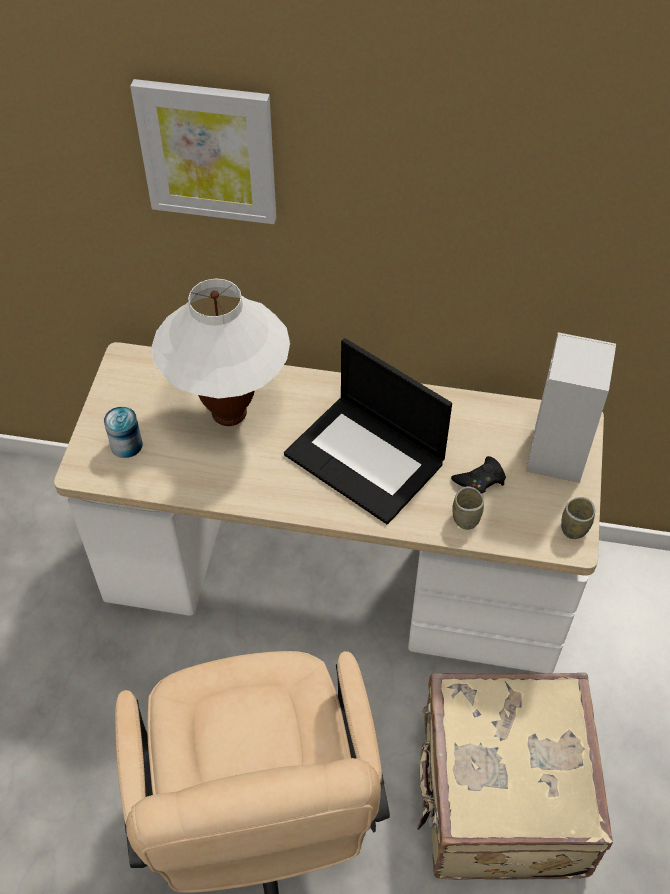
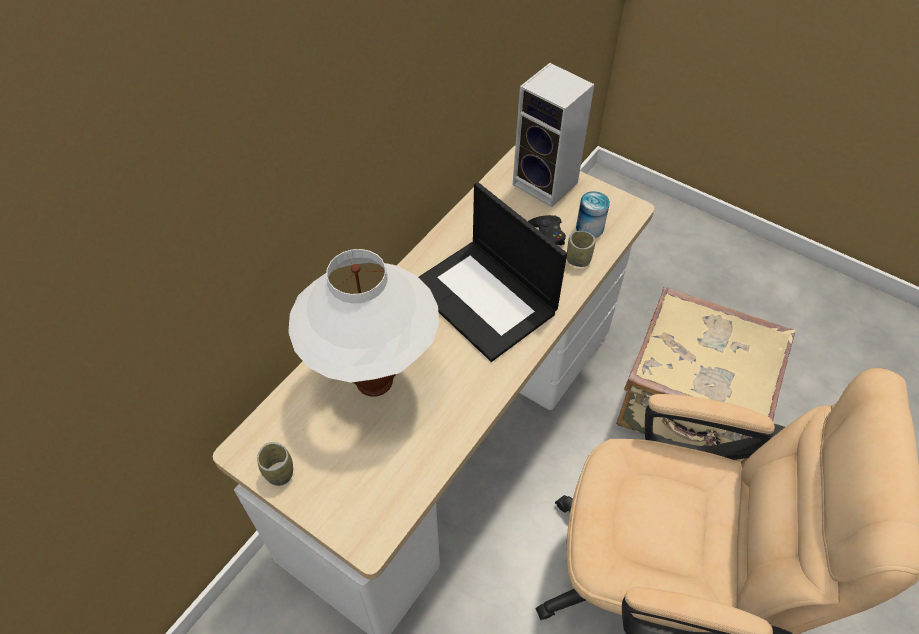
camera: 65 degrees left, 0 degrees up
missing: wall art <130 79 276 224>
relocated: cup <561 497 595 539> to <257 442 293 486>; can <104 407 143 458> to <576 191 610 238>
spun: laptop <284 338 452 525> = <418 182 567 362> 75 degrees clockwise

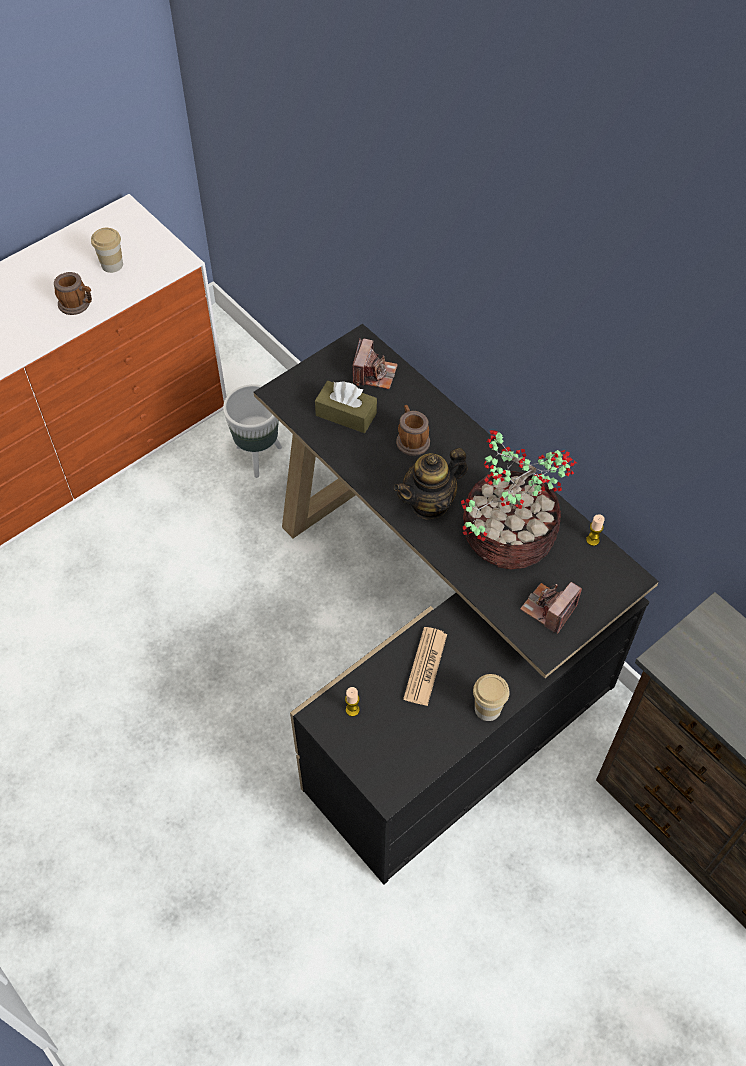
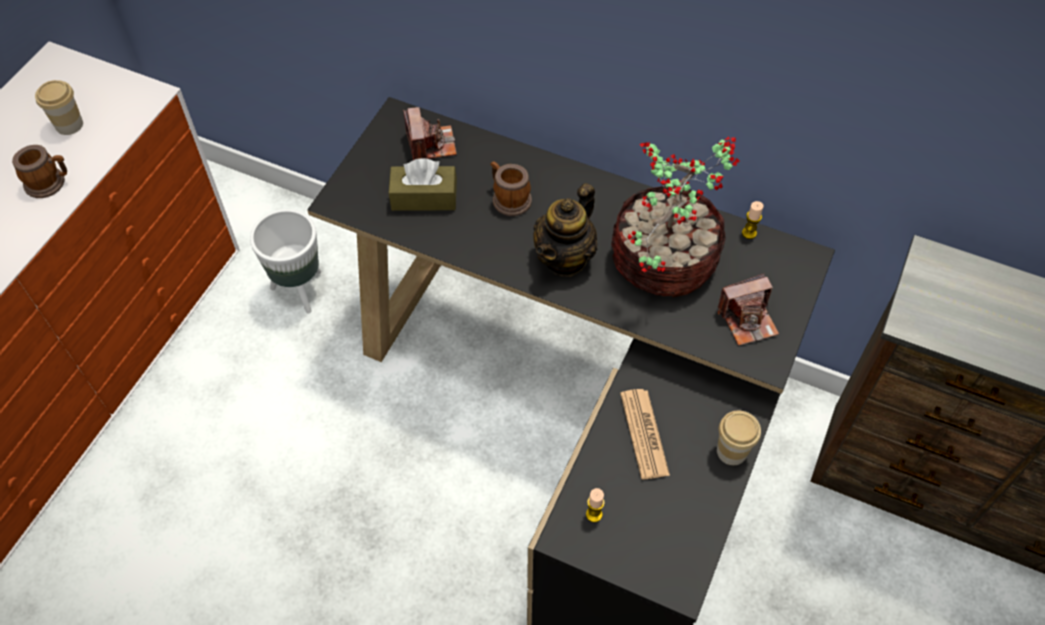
camera: 25 degrees left, 0 degrees up
spun: photo camera <520 582 582 634> = <718 274 779 346> 120 degrees counterclockwise

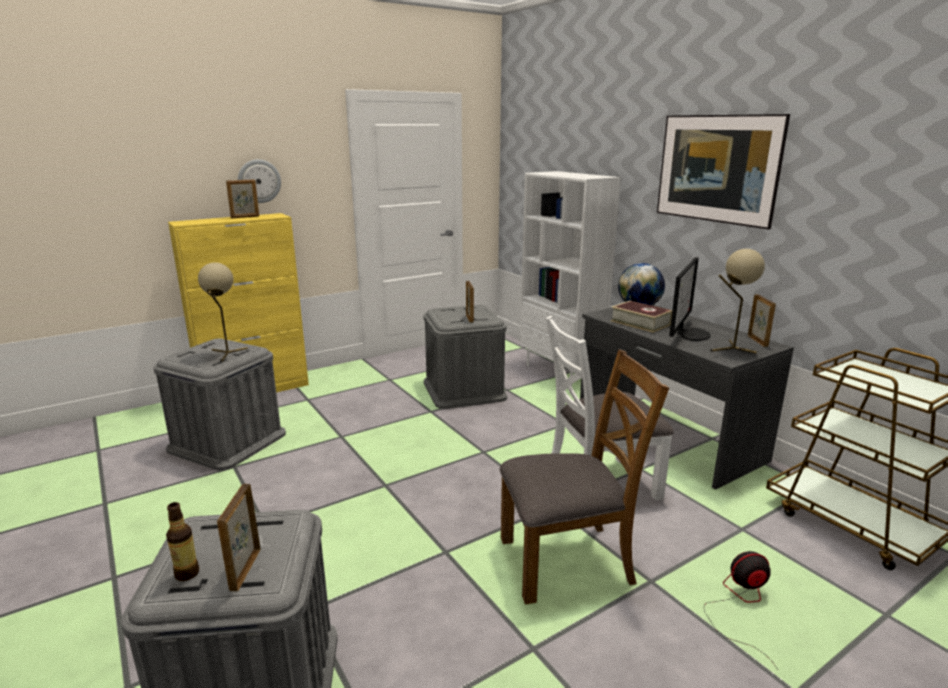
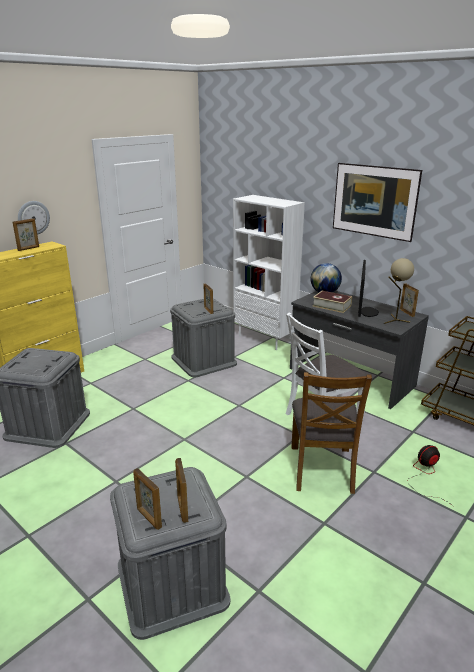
camera: 15 degrees left, 5 degrees up
missing: sand-coloured table lamp <198 262 248 362>
exchanged: drink bottle <166 502 199 581> to photo frame <133 468 162 530>
spun: brown chair <500 349 669 604> = <291 372 372 494> 120 degrees clockwise

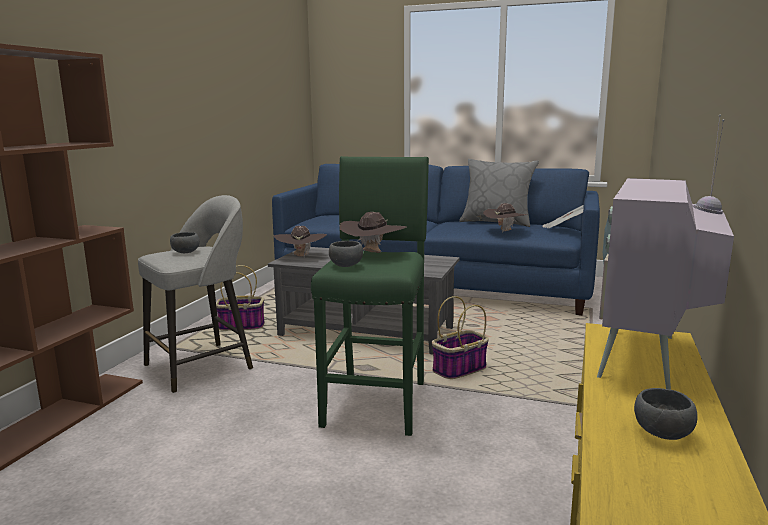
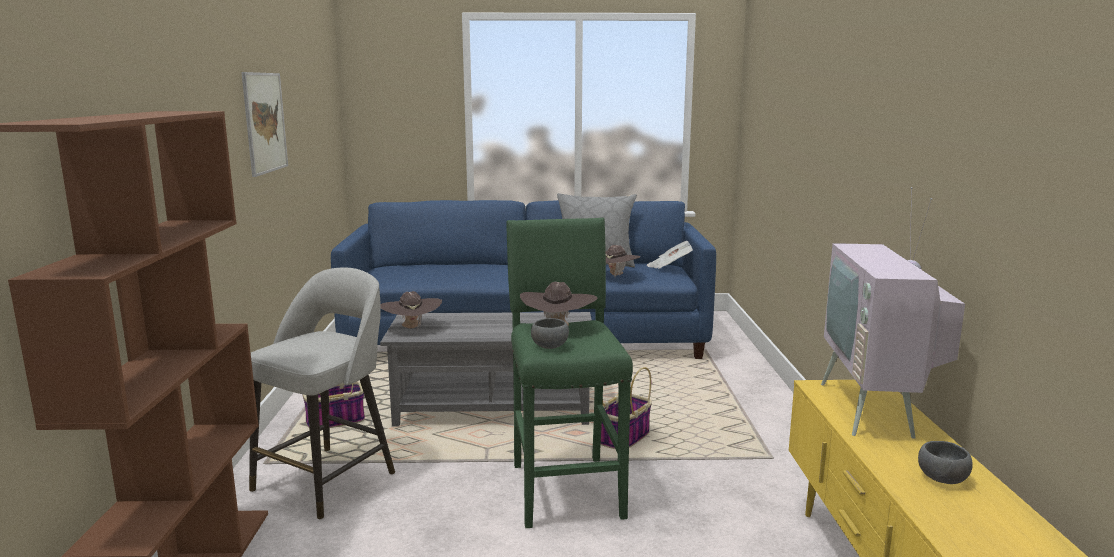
camera: 20 degrees left, 0 degrees up
missing: greyish deep dish <170 232 200 253>
appeared: wall art <241 72 288 177>

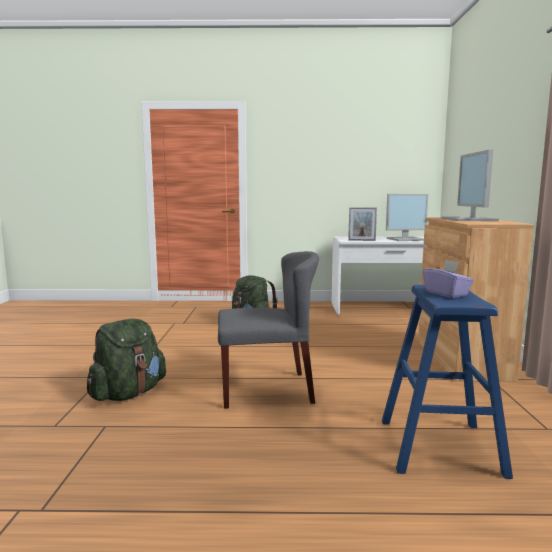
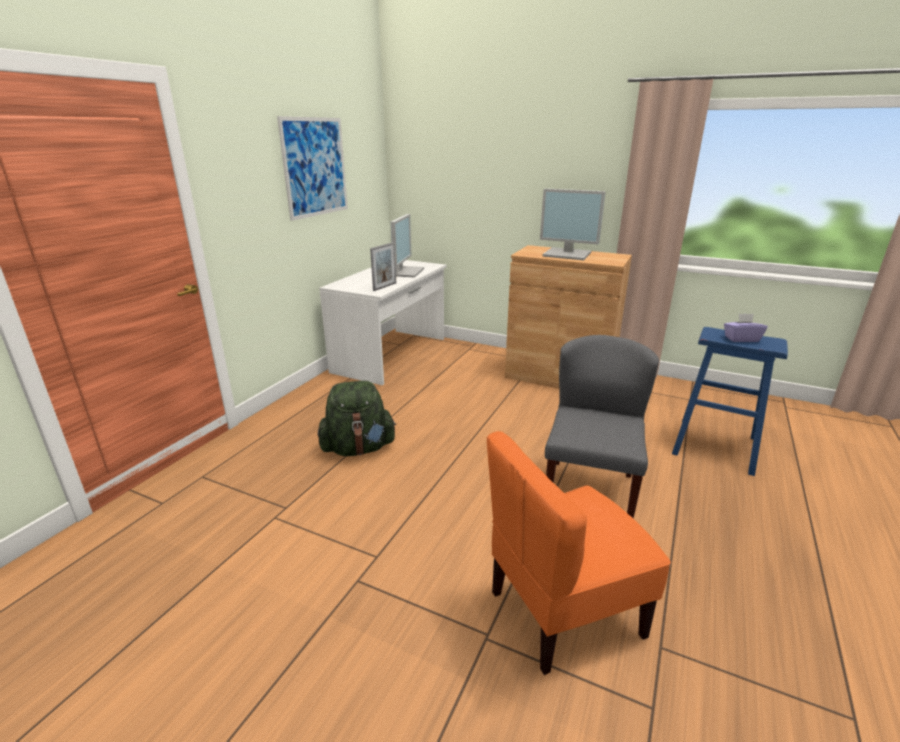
camera: 65 degrees left, 15 degrees up
appeared: wall art <277 116 348 221>
exchanged: green rucksack <87 319 166 401> to orange chair <487 431 671 675>

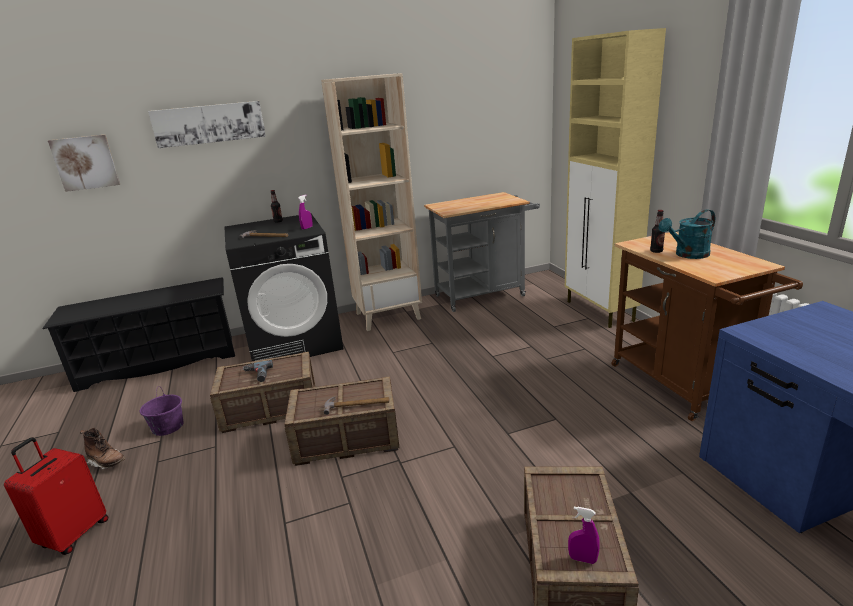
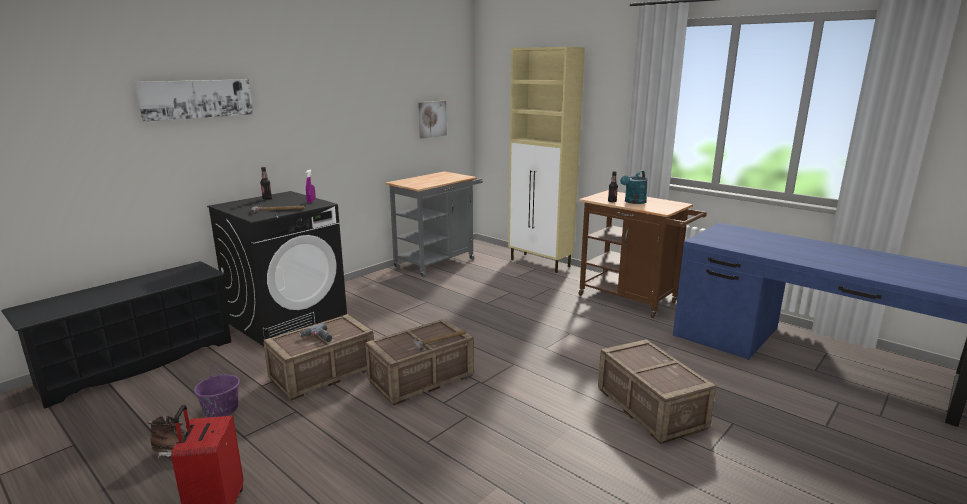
camera: 30 degrees left, 5 degrees down
missing: sand-coloured bookcase <321 73 422 331>; purple hand sprayer <568 507 600 564>
relocated: wall art <48 135 120 192> to <418 101 447 139>

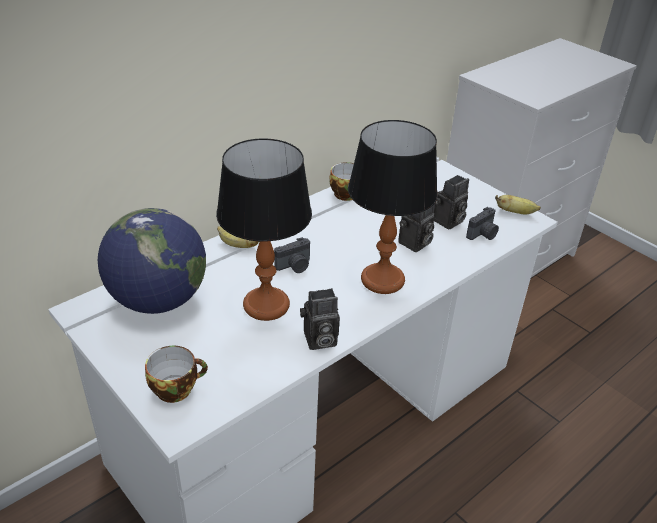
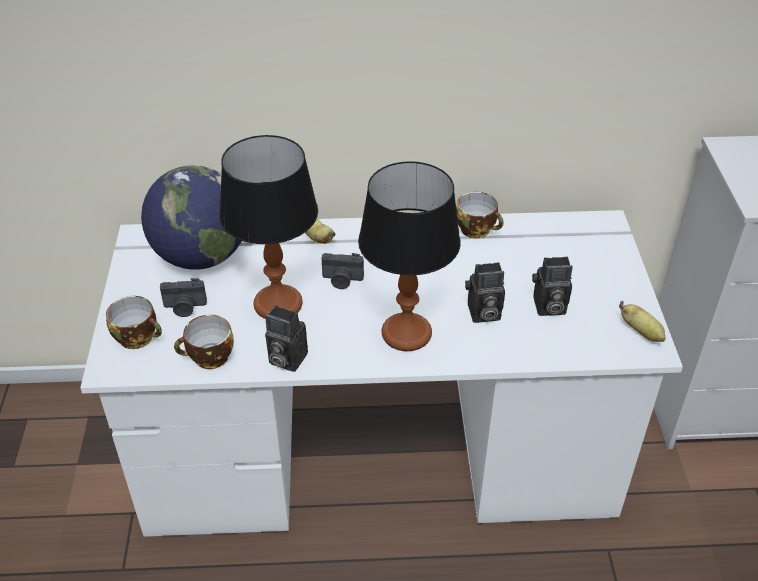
camera: 40 degrees right, 5 degrees up
appeared: cup <174 315 234 369>
relocated: photo camera <466 207 499 240> to <160 278 207 317>

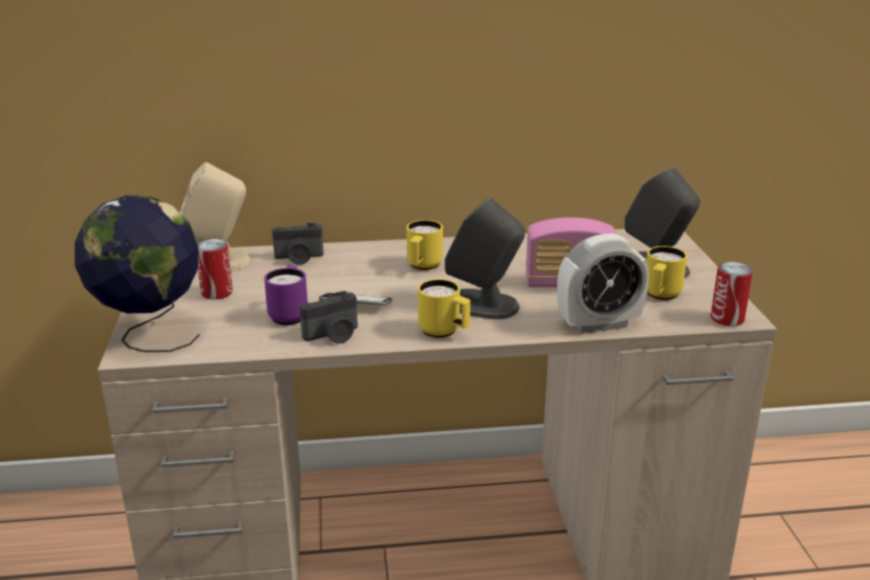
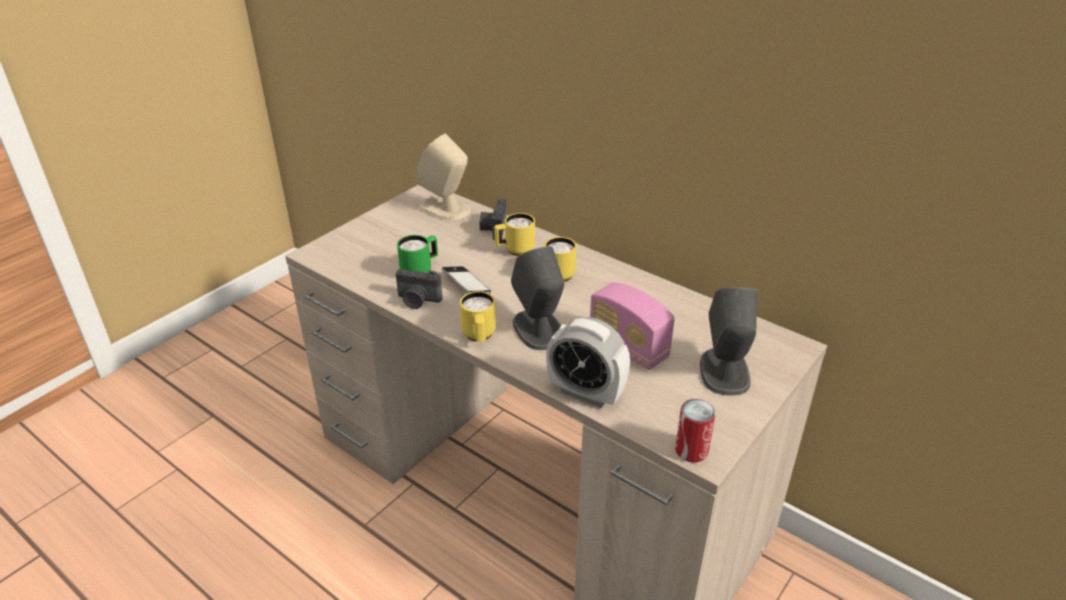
camera: 45 degrees right, 10 degrees up
missing: desk globe <75 195 200 352>; can <198 239 233 300>
relocated: yellow mug <646 246 687 300> to <494 213 535 256>
colour: purple mug <264 265 308 325> to green mug <397 235 438 273>
spun: photo camera <272 223 324 265> = <480 199 506 240> 60 degrees clockwise

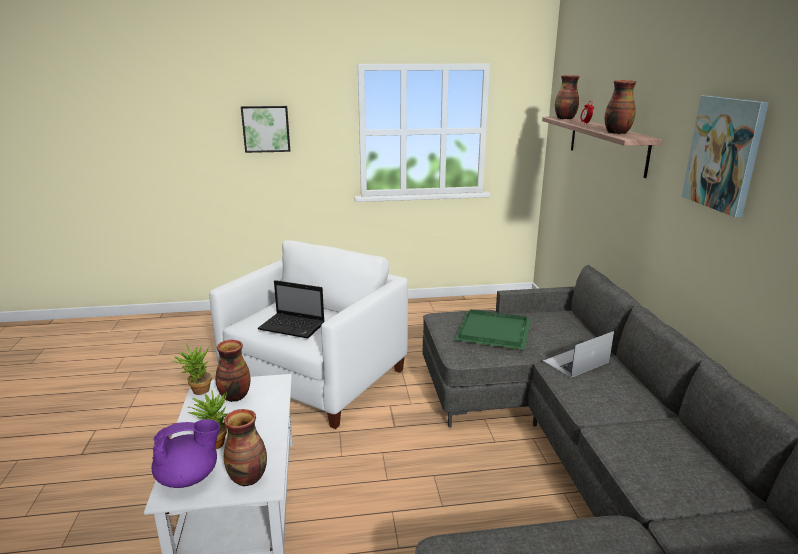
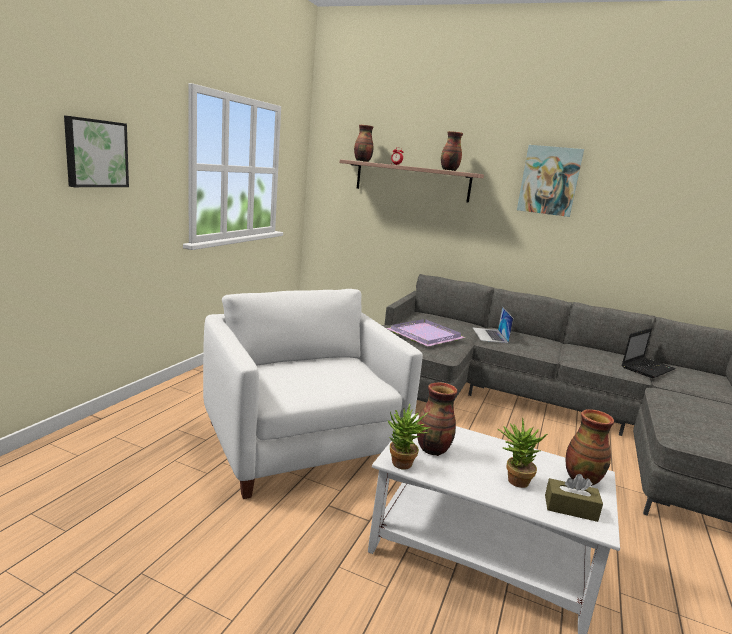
camera: 60 degrees left, 5 degrees down
relocated: laptop <258 280 325 338> to <622 328 676 378>
exchanged: purple teapot <152 419 220 488> to brown box of tissues <545 474 603 522>
colour: green tray <454 310 531 350> to purple tray <386 319 466 346>

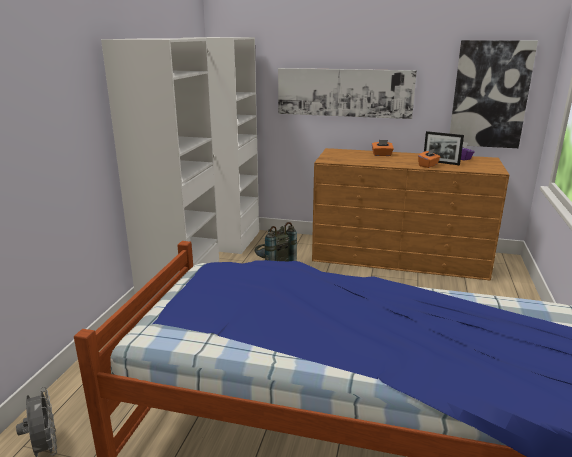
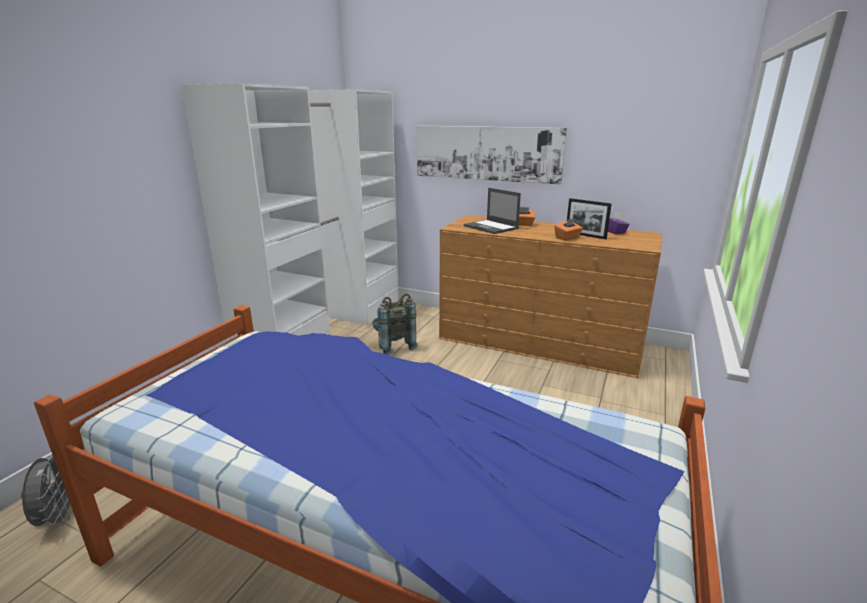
camera: 10 degrees right, 0 degrees up
missing: wall art <450 40 538 148>
appeared: laptop <464 188 521 234>

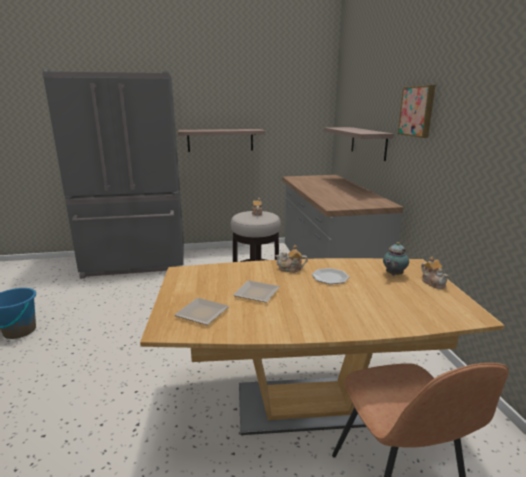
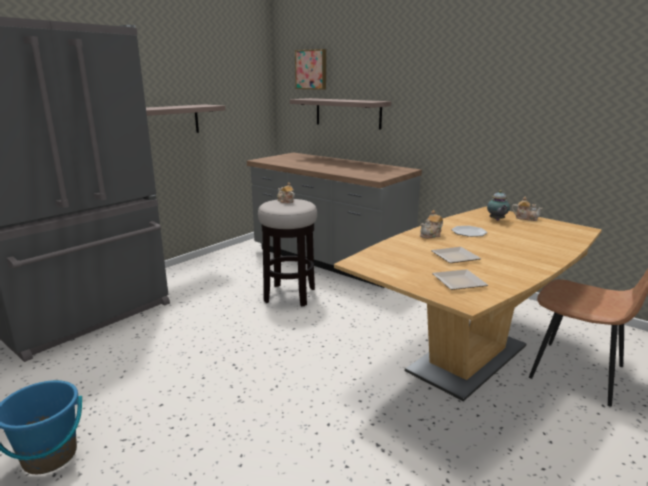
camera: 40 degrees left, 0 degrees up
relocated: wall art <398 85 435 138> to <295 49 326 90>

